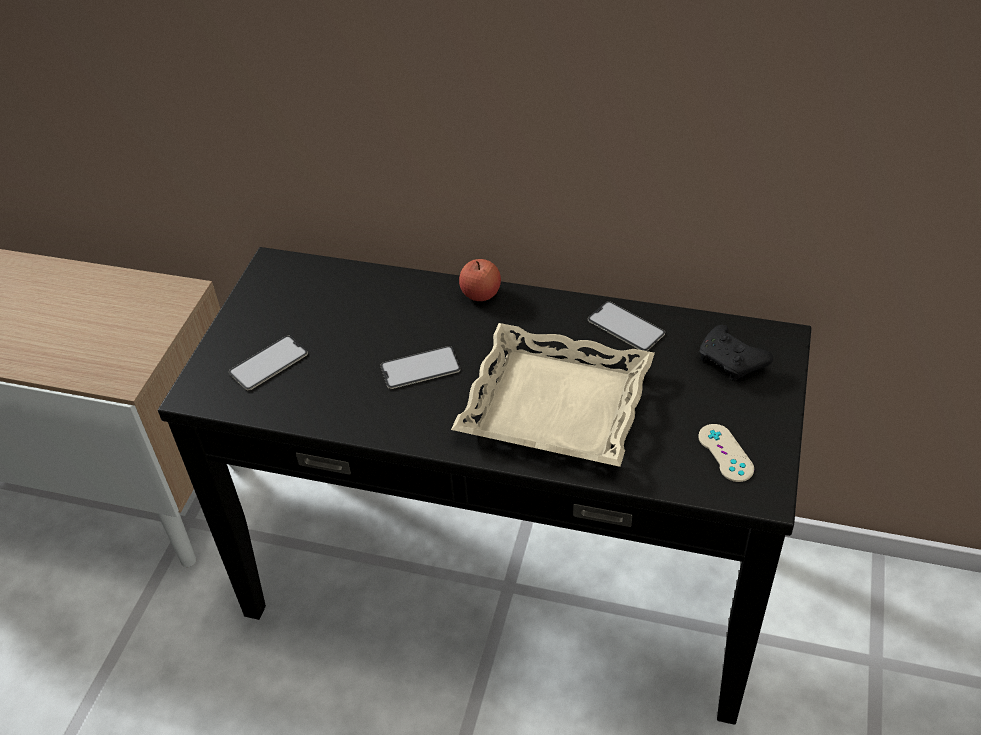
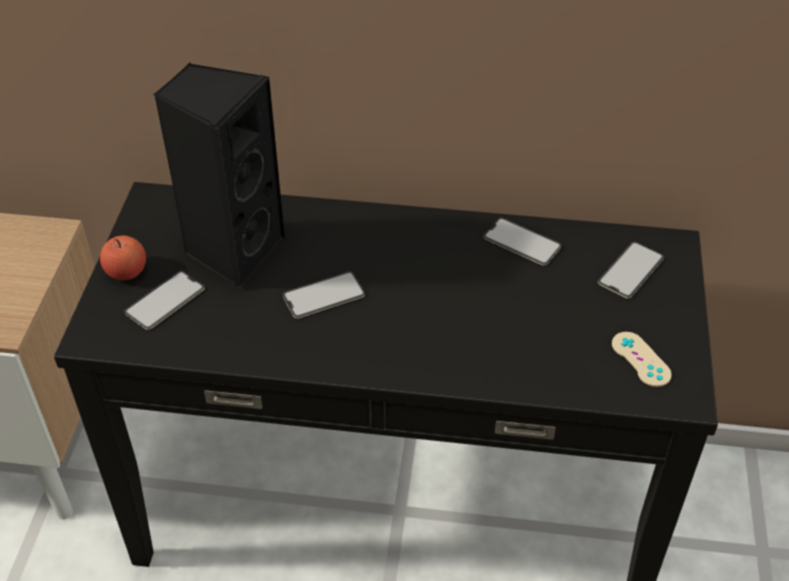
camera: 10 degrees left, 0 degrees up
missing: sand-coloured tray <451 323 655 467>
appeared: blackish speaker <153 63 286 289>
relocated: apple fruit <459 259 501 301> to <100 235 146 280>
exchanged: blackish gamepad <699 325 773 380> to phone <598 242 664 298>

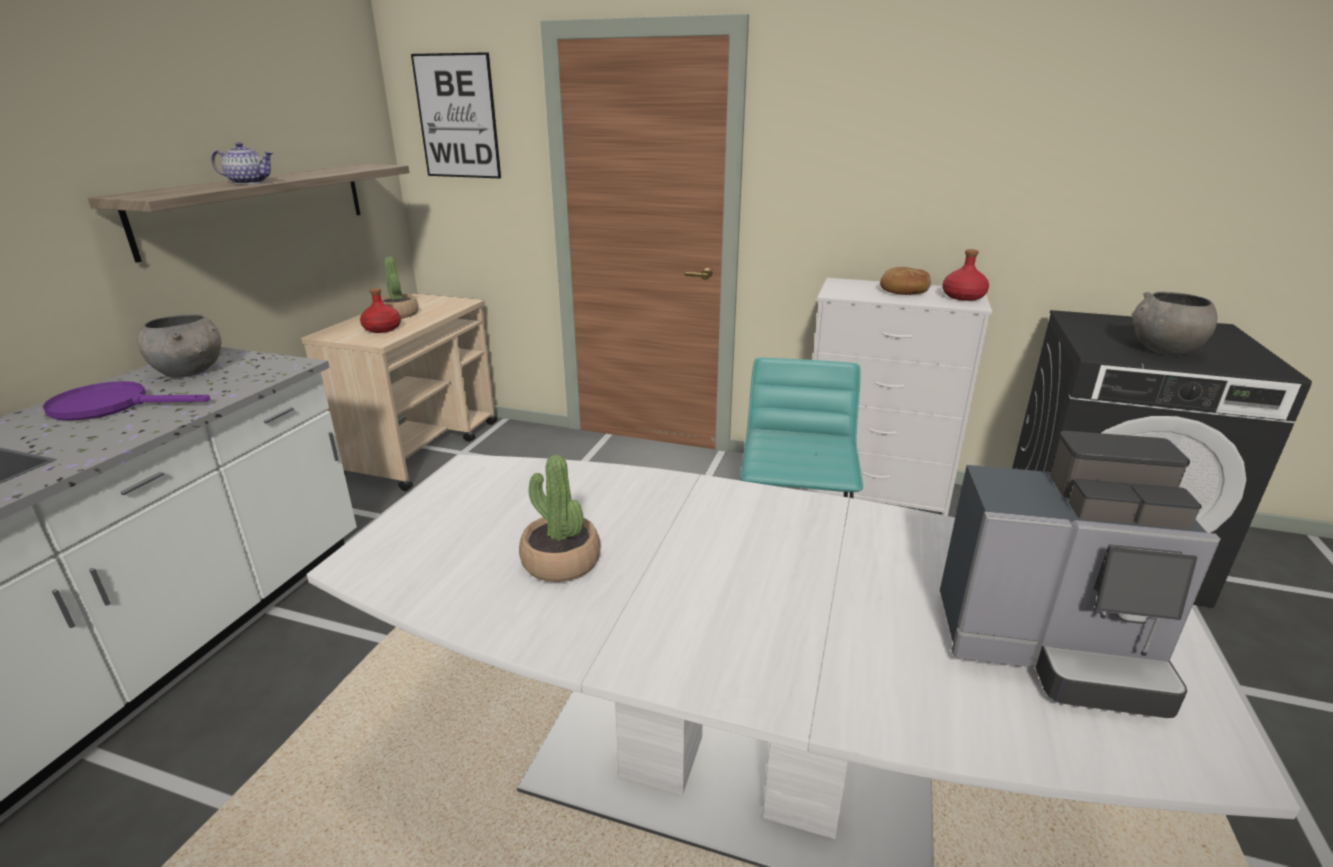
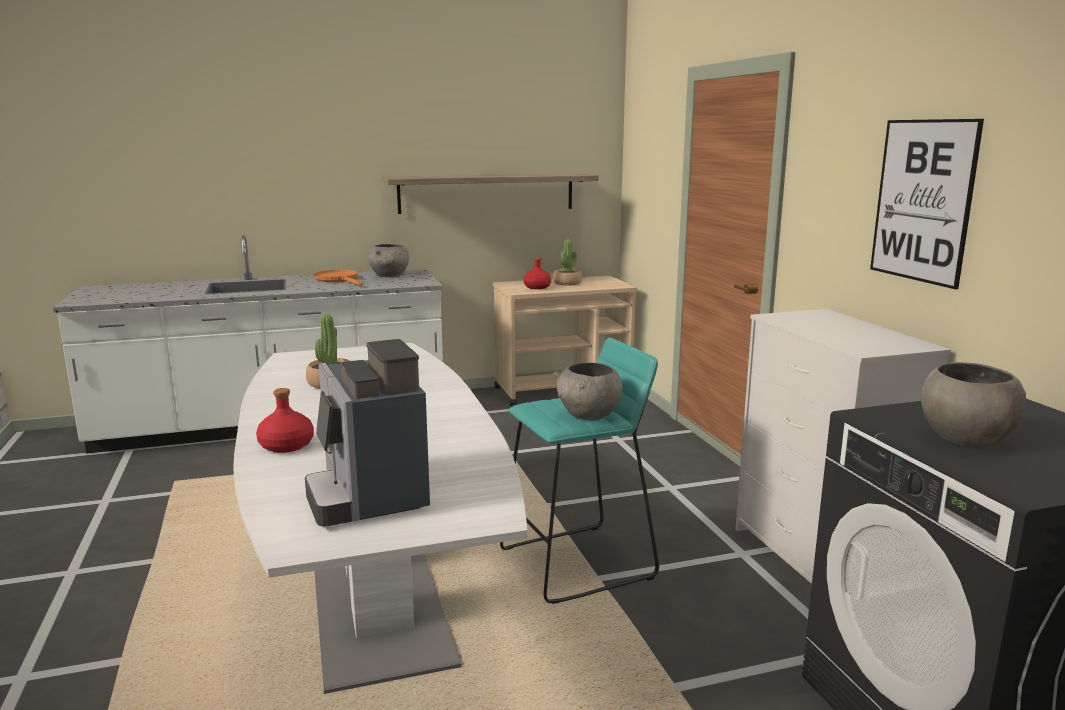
camera: 55 degrees right, 10 degrees down
missing: teapot <211 142 273 184>; bakery bread <880 267 931 295>
appeared: greyish deep dish <553 362 622 421>
relocated: red drink bottle <942 249 989 301> to <256 388 314 453>; wall art <411 52 501 178> to <870 119 984 289>
colour: purple frying pan <42 381 210 421> to orange frying pan <314 270 363 286>

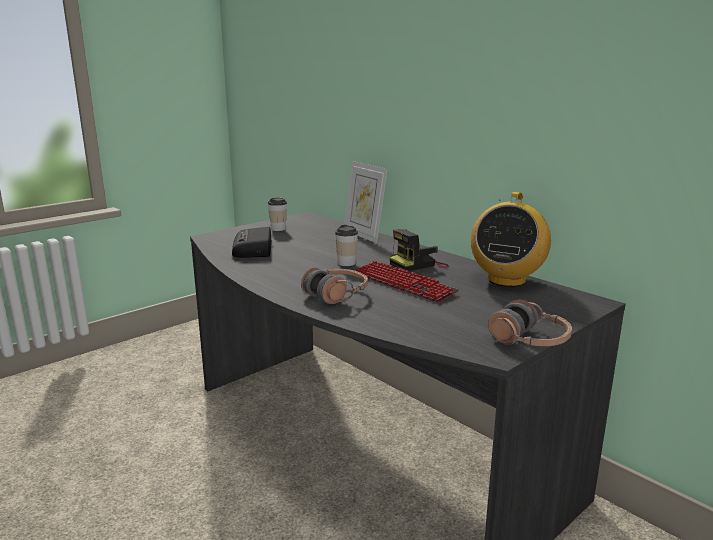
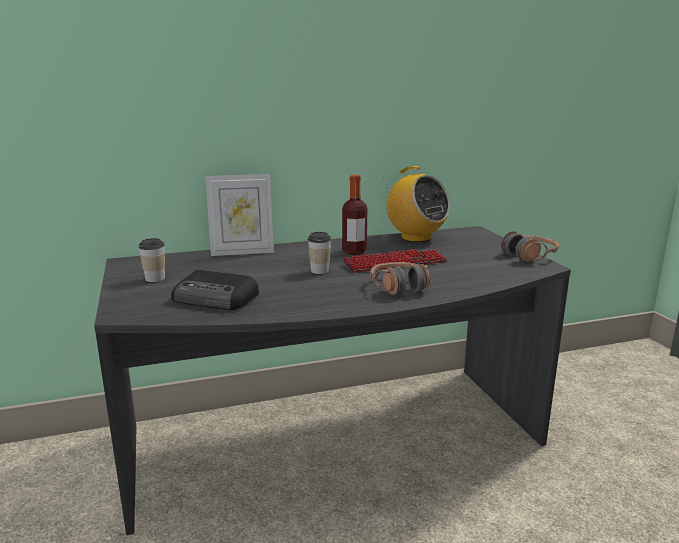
camera: 65 degrees left, 0 degrees up
exchanged: photo camera <390 229 449 271> to drink bottle <342 175 367 255>

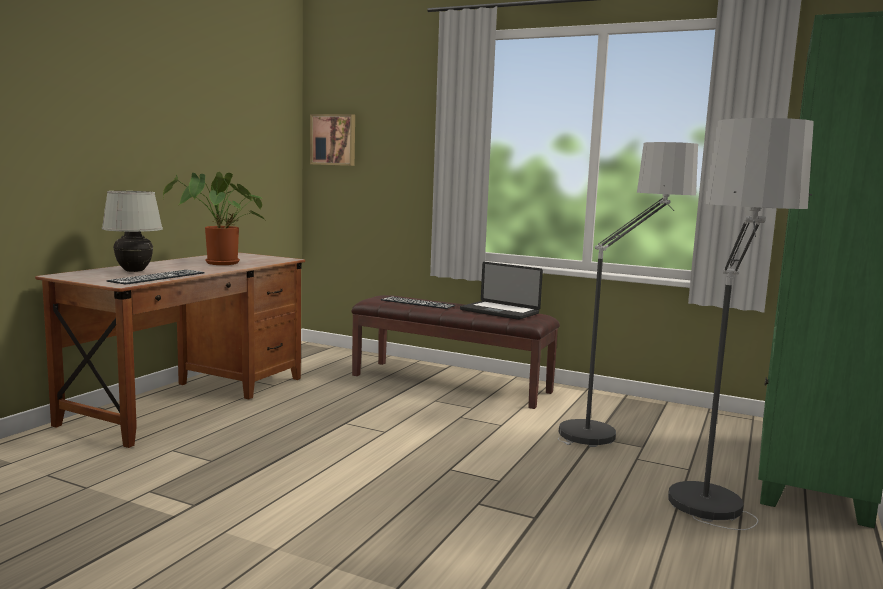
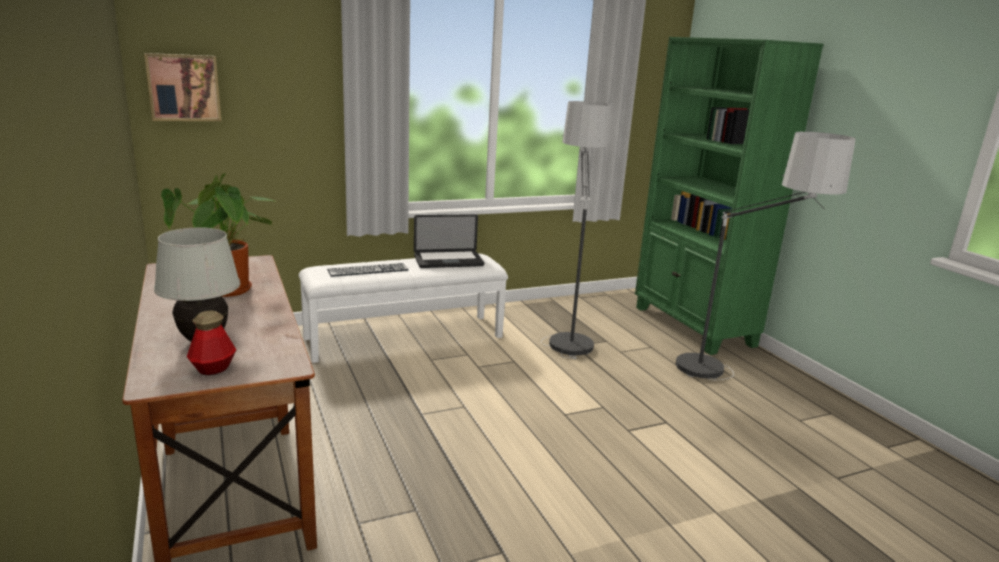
camera: 50 degrees left, 10 degrees up
missing: PC keyboard <106 270 205 285>
appeared: drink bottle <187 310 236 375>
colour: brown indoor bench <351 295 560 409> to whitish indoor bench <298 254 508 363>

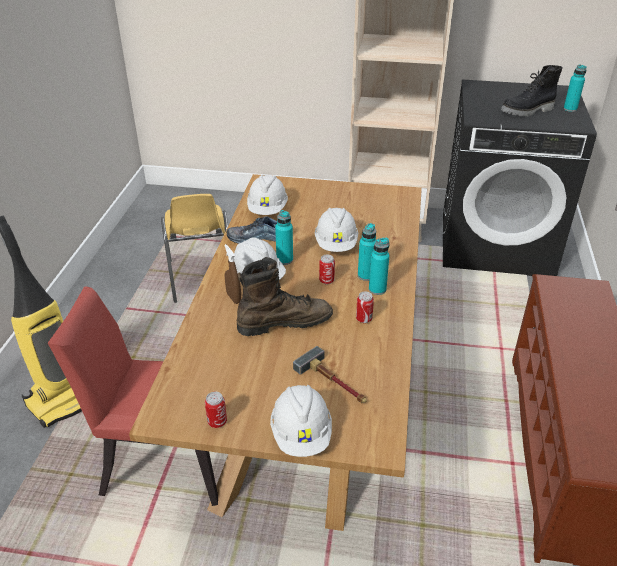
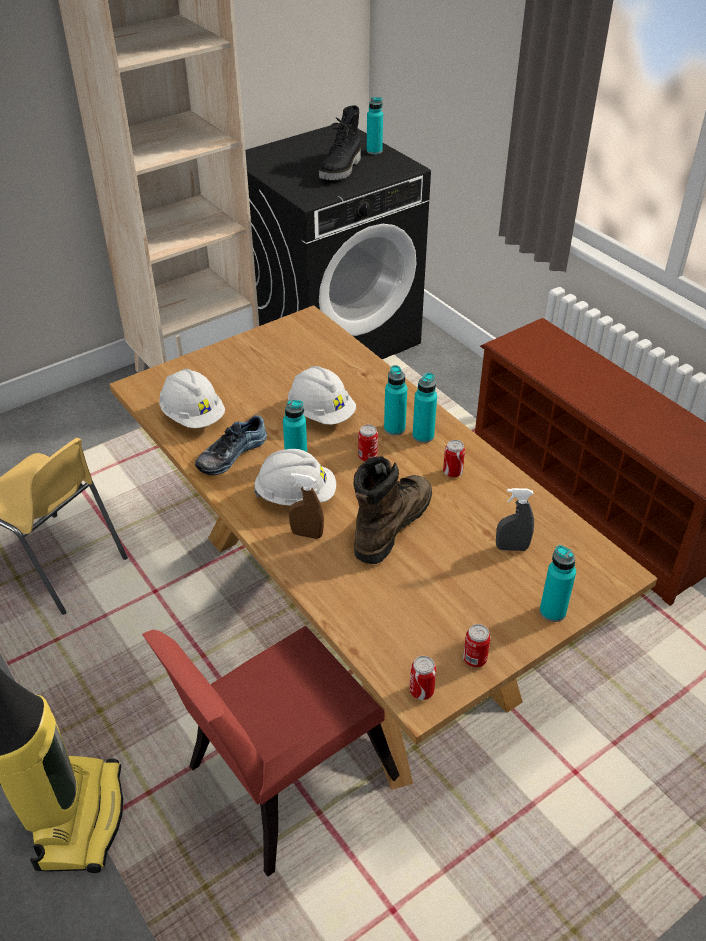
camera: 45 degrees left, 5 degrees up
appeared: can <409 656 436 700>
exchanged: tool hammer <293 346 367 403> to greyish hand sprayer <496 488 534 551>; whitish work helmet <270 385 332 457> to turquoise-coloured drink bottle <540 545 576 622>

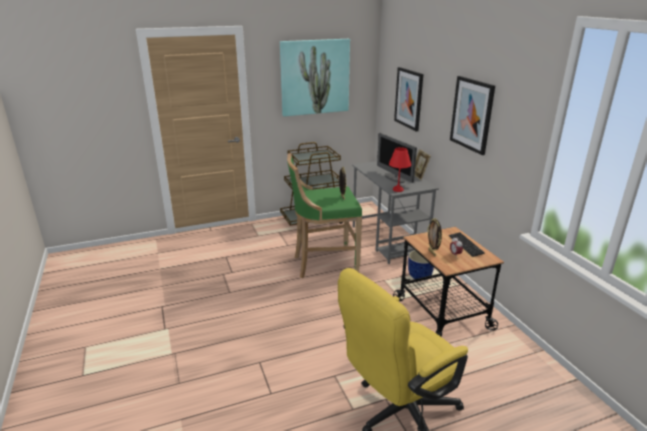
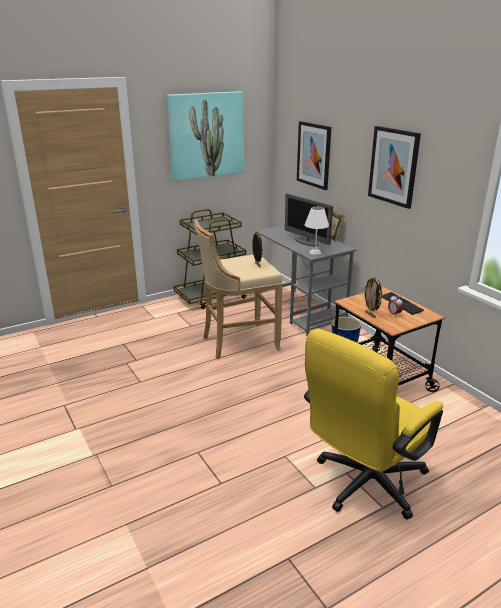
camera: 10 degrees left, 0 degrees up
colour: green sitting stool <287 153 362 278> to sand-coloured sitting stool <194 219 283 359>; red table lamp <389 147 411 192> to whitish table lamp <305 207 329 256>

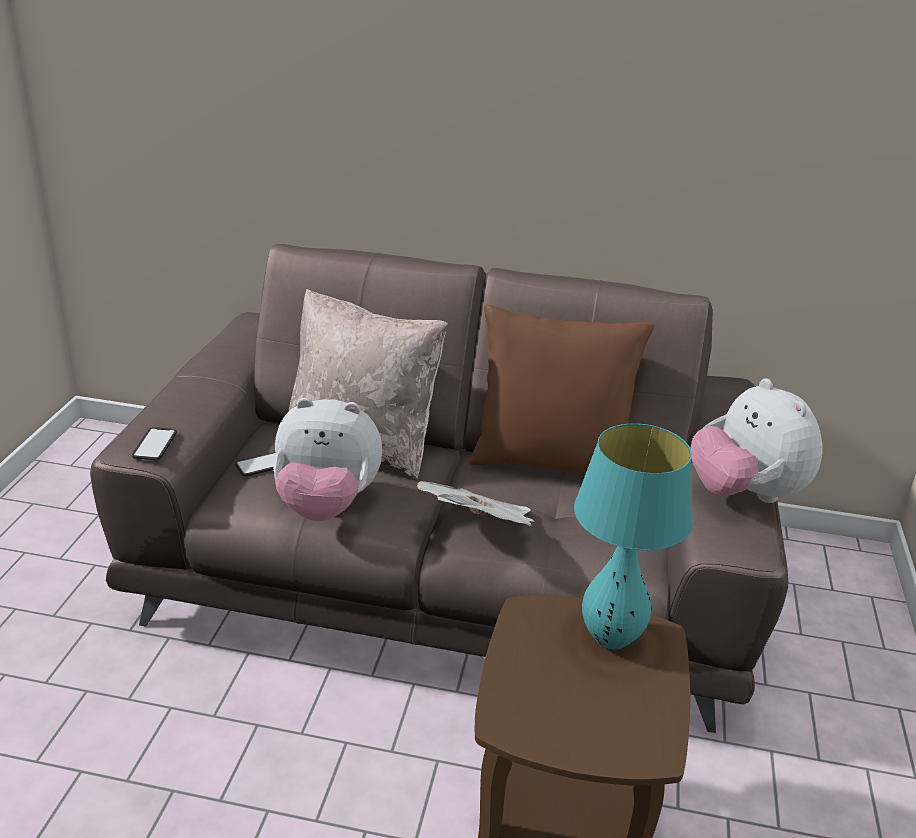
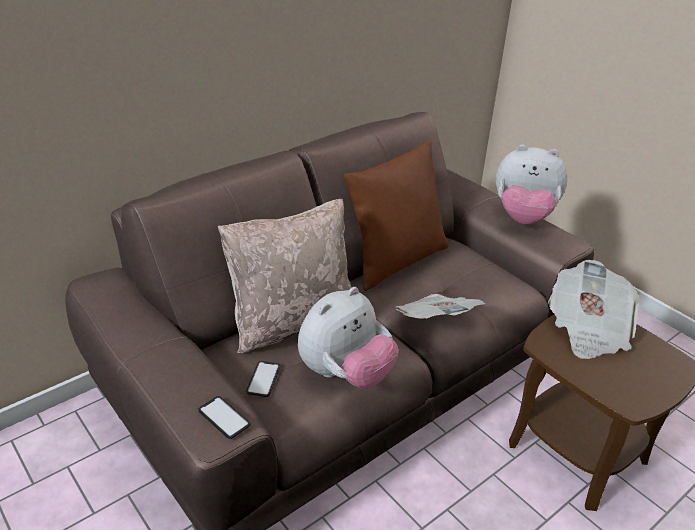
camera: 50 degrees left, 5 degrees up
exchanged: turquoise-coloured table lamp <574 423 693 650> to printed paper <548 260 640 359>

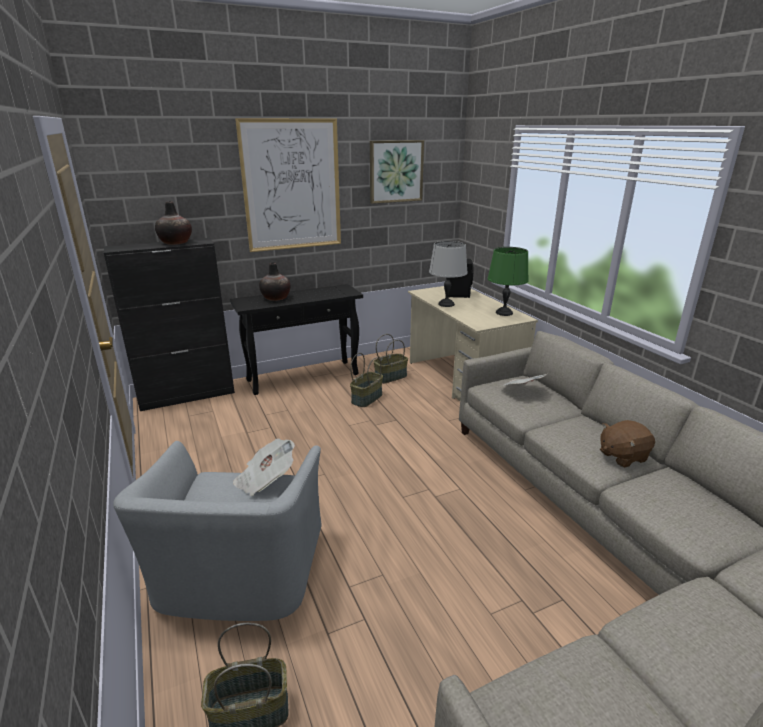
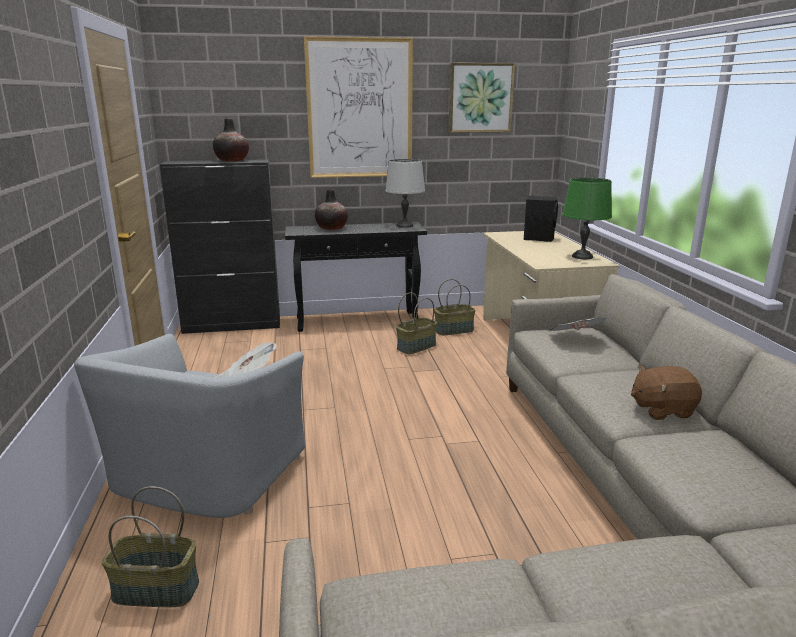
camera: 15 degrees right, 5 degrees down
relocated: greyish table lamp <429 241 468 307> to <385 159 425 228>

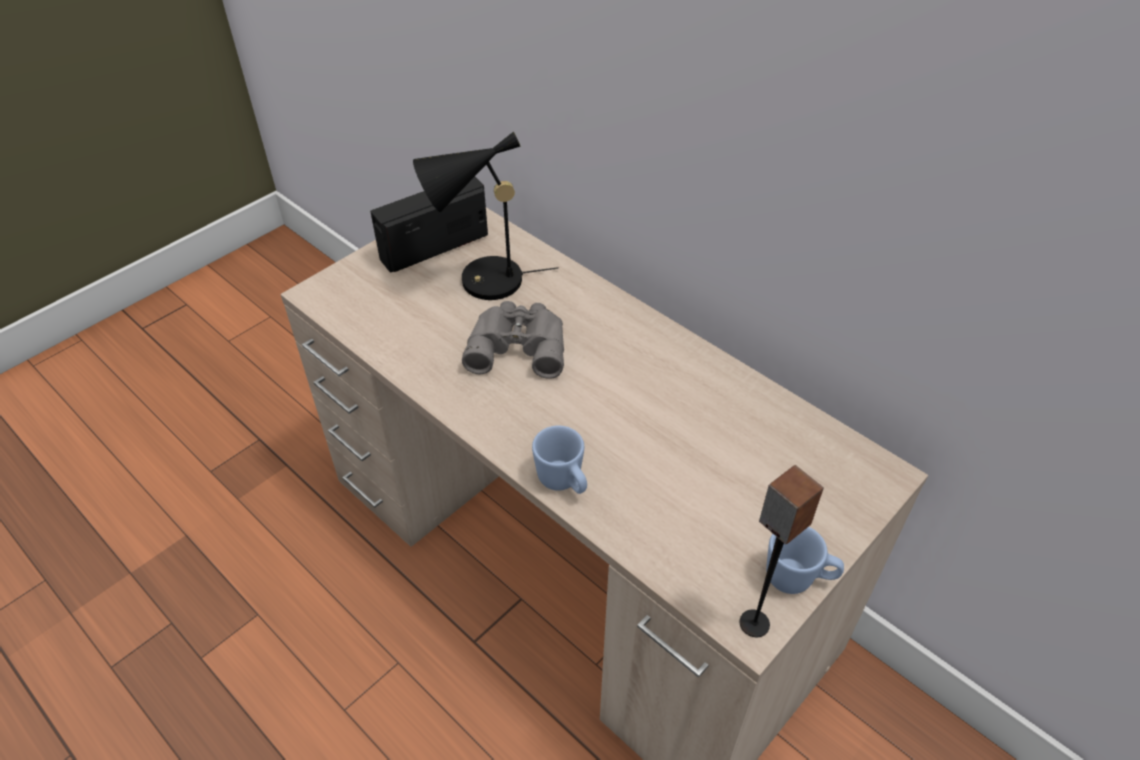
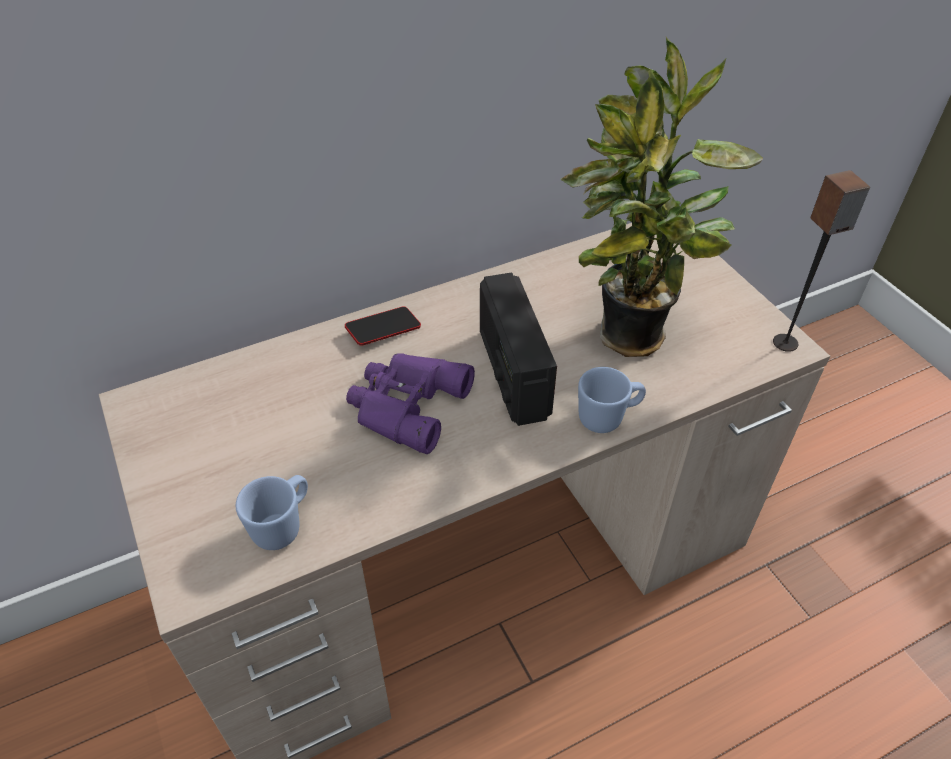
camera: 70 degrees left, 0 degrees up
missing: blackish table lamp <413 132 559 300>
appeared: phone <345 306 421 346>; houseplant <560 37 763 357>
relocated: blue mug <766 527 844 594> to <236 475 308 550>; radio receiver <370 177 488 273> to <480 273 557 426>
colour: greyish binoculars <462 301 564 379> to purple binoculars <346 353 475 454>

